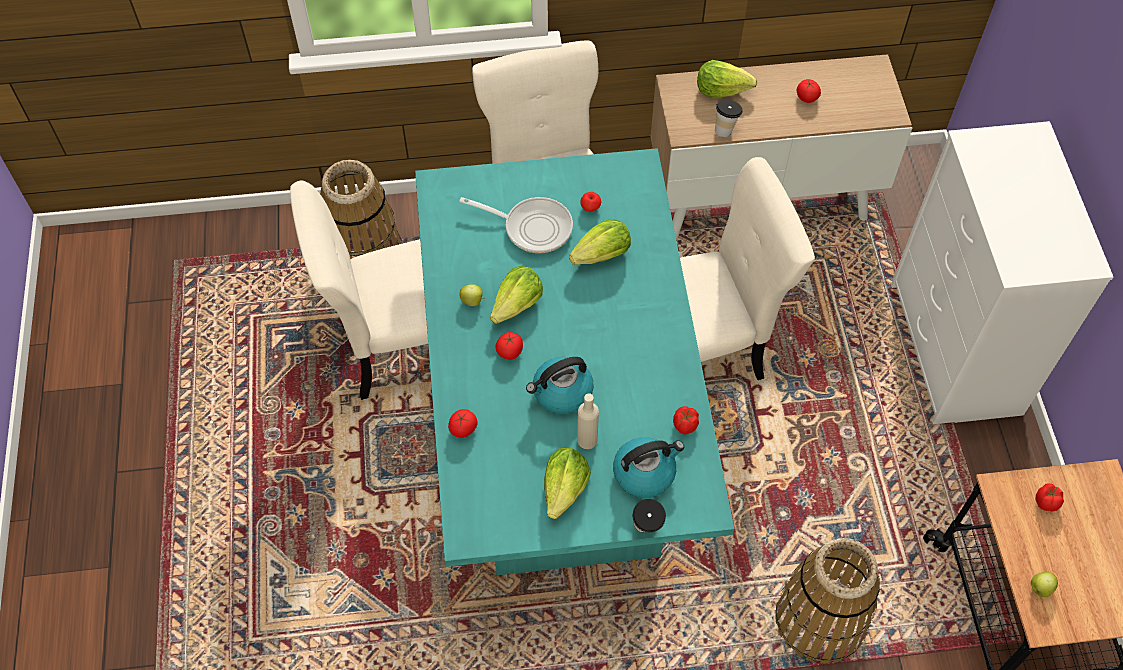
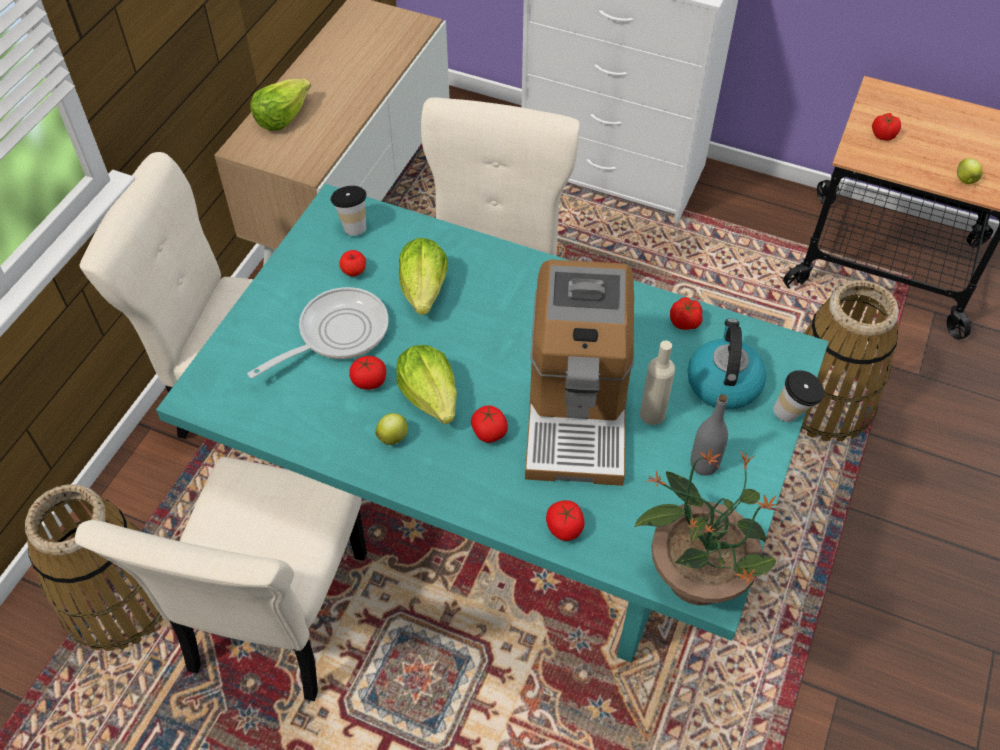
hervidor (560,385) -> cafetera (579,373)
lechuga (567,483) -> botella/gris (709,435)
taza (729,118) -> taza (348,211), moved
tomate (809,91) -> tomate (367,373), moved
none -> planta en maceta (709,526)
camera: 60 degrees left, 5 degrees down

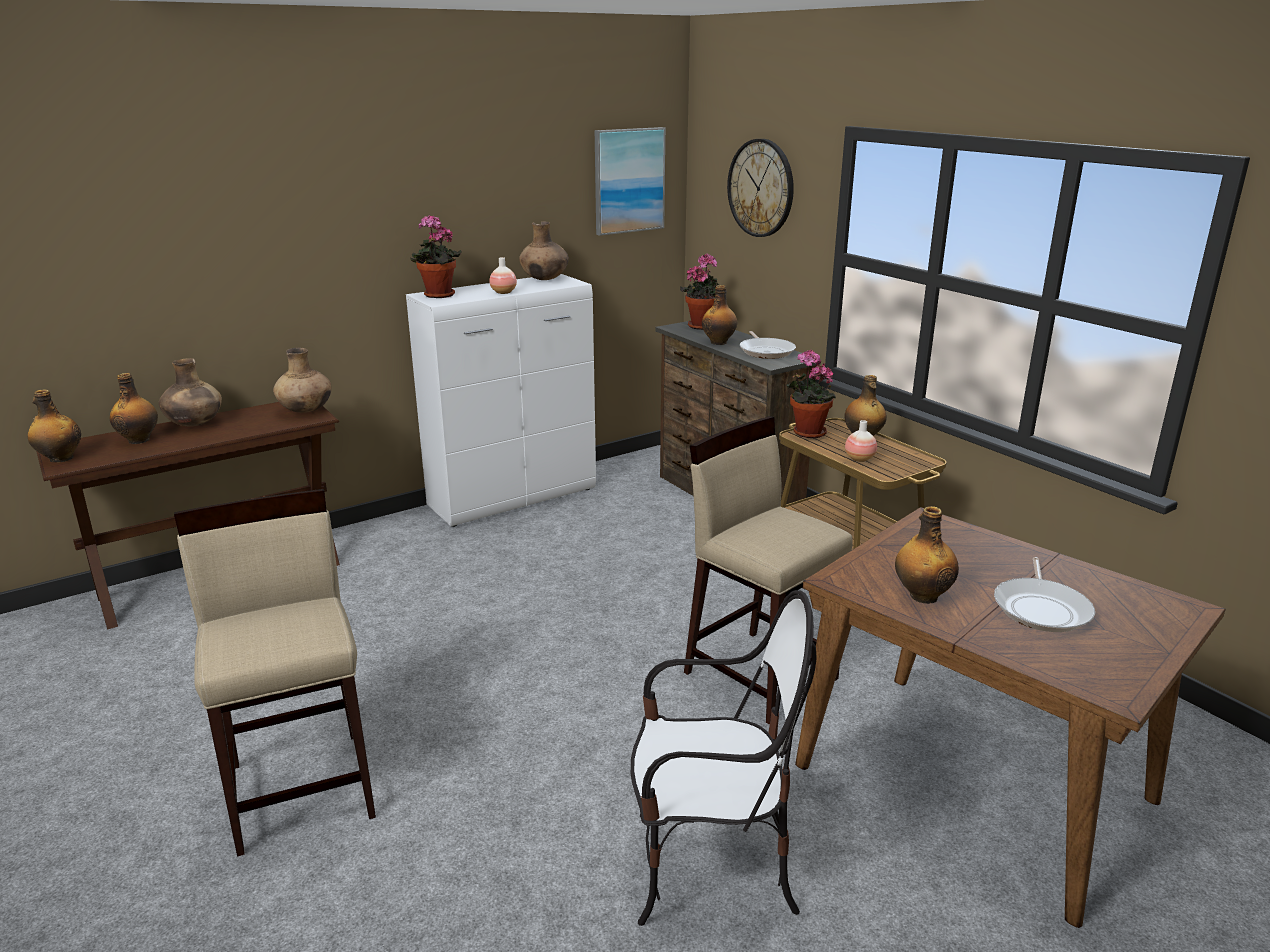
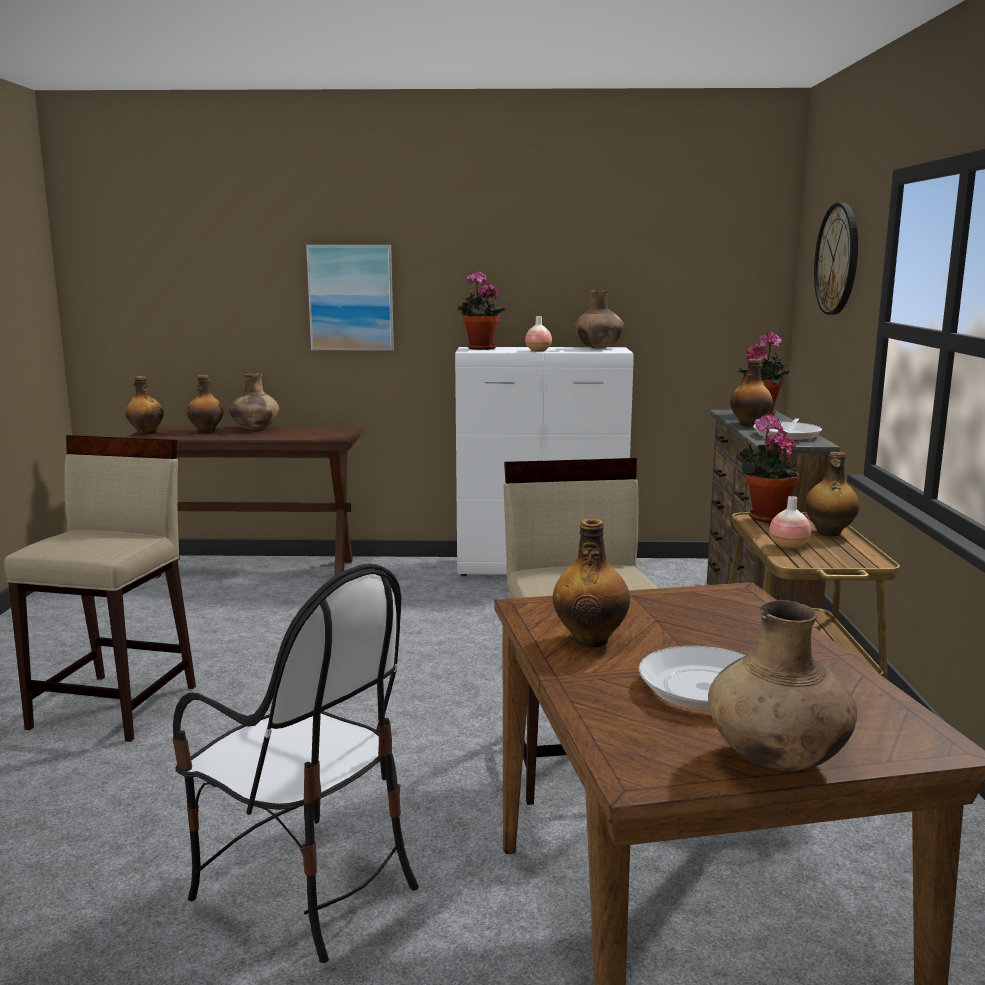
florero/marrón (302,380) -> florero/marrón (782,685), moved
cuadro (630,181) -> cuadro (350,298), moved
camera: 35 degrees right, 10 degrees down

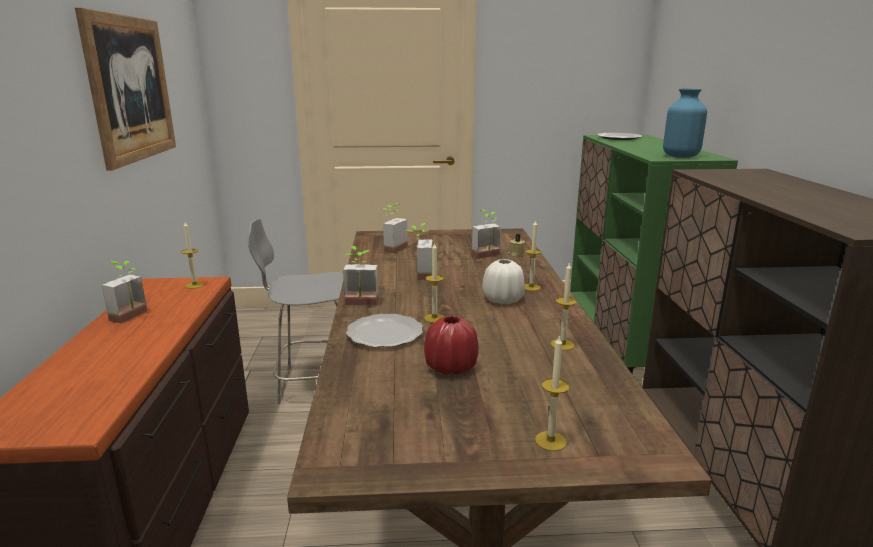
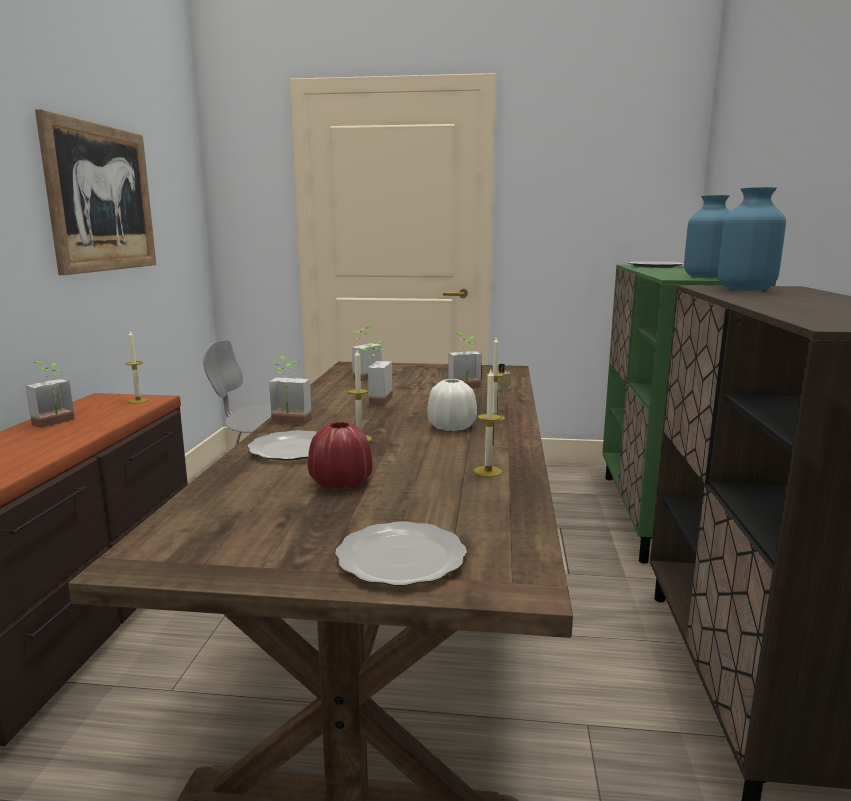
vela (552,393) -> plato (401,553)
none -> florero/azul (752,239)
camera: 10 degrees right, 5 degrees down

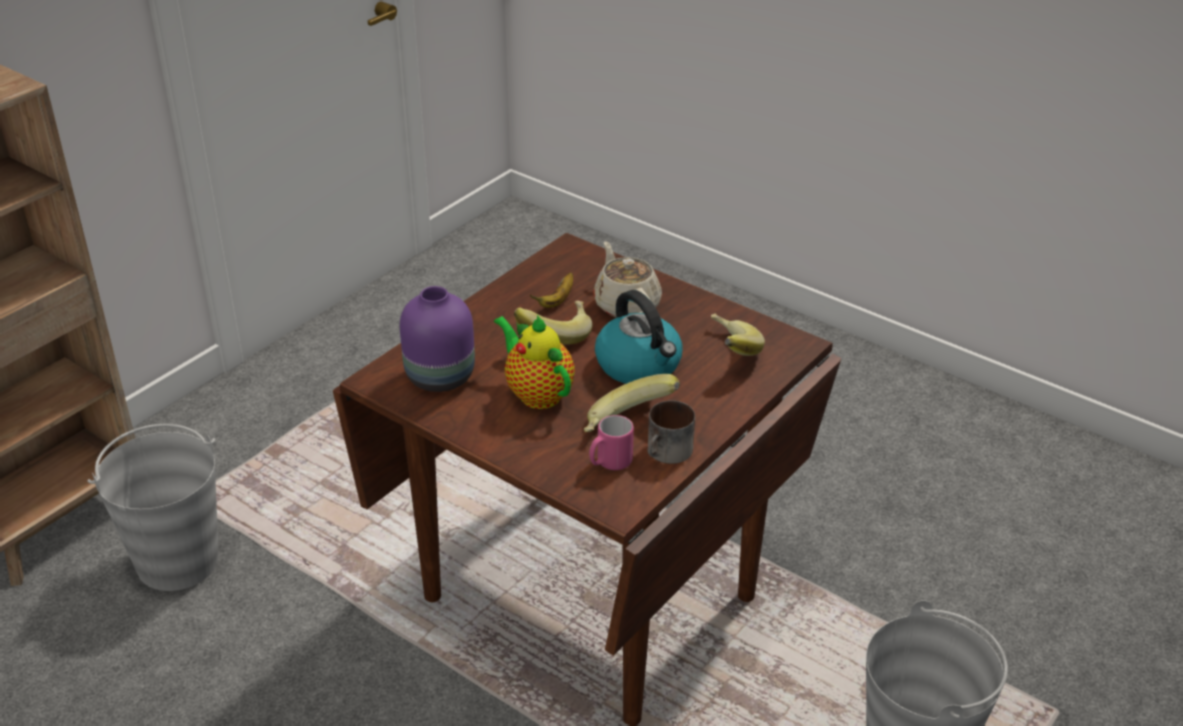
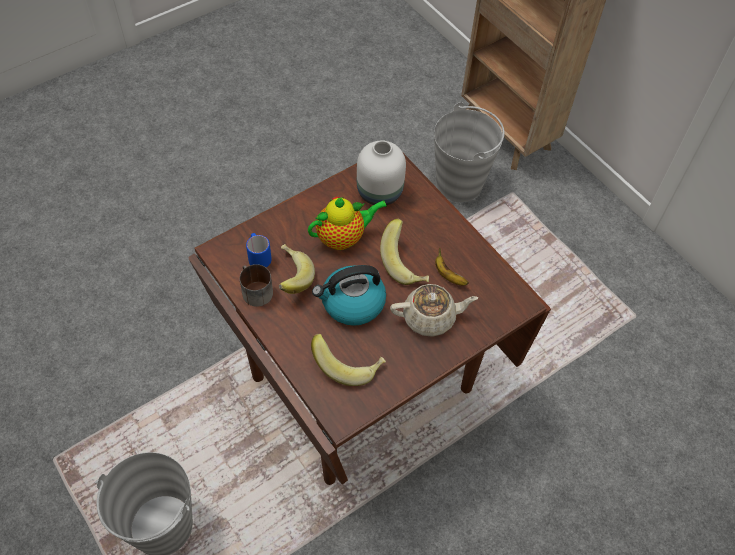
florero/morado (437,339) -> florero/blanco (381,172)
taza grande/rosa (611,442) -> taza grande/azul (259,250)
camera: 105 degrees right, 20 degrees up

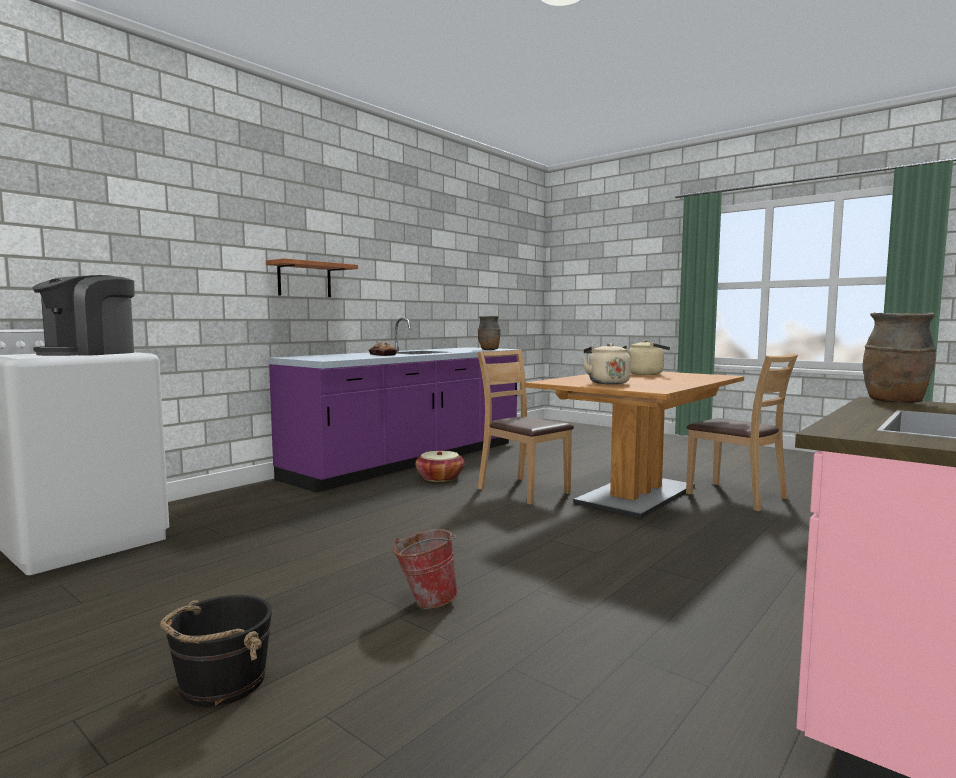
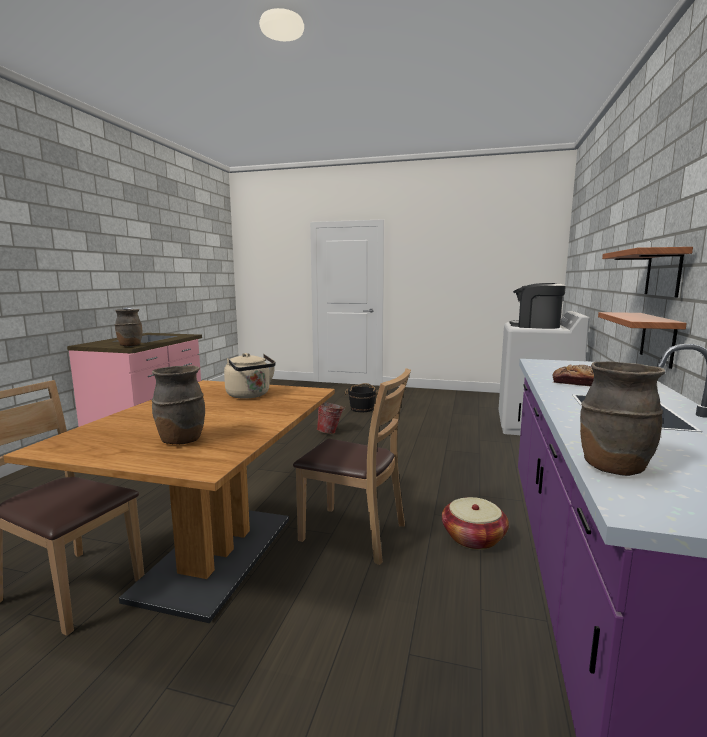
cafetera (83,315) -> cafetera (538,306), 60 degrees counterclockwise
hervidor/beis (649,357) -> florero/marrón (178,405)
none -> estante (642,340)
camera: 155 degrees right, 5 degrees up

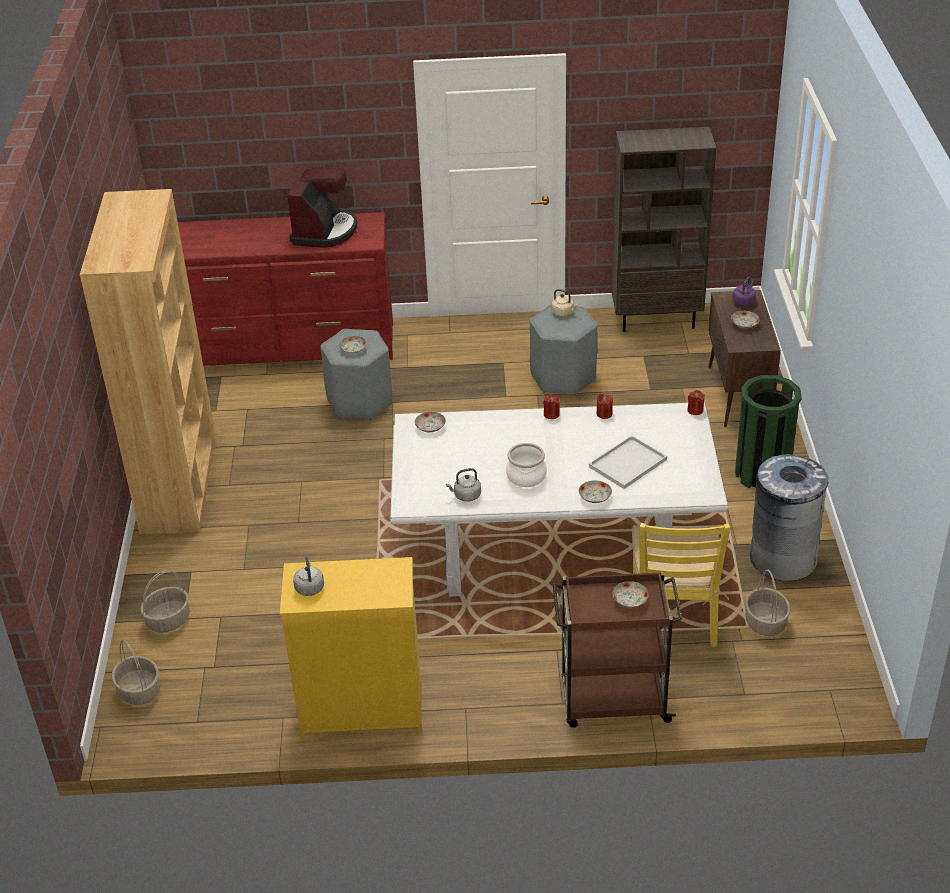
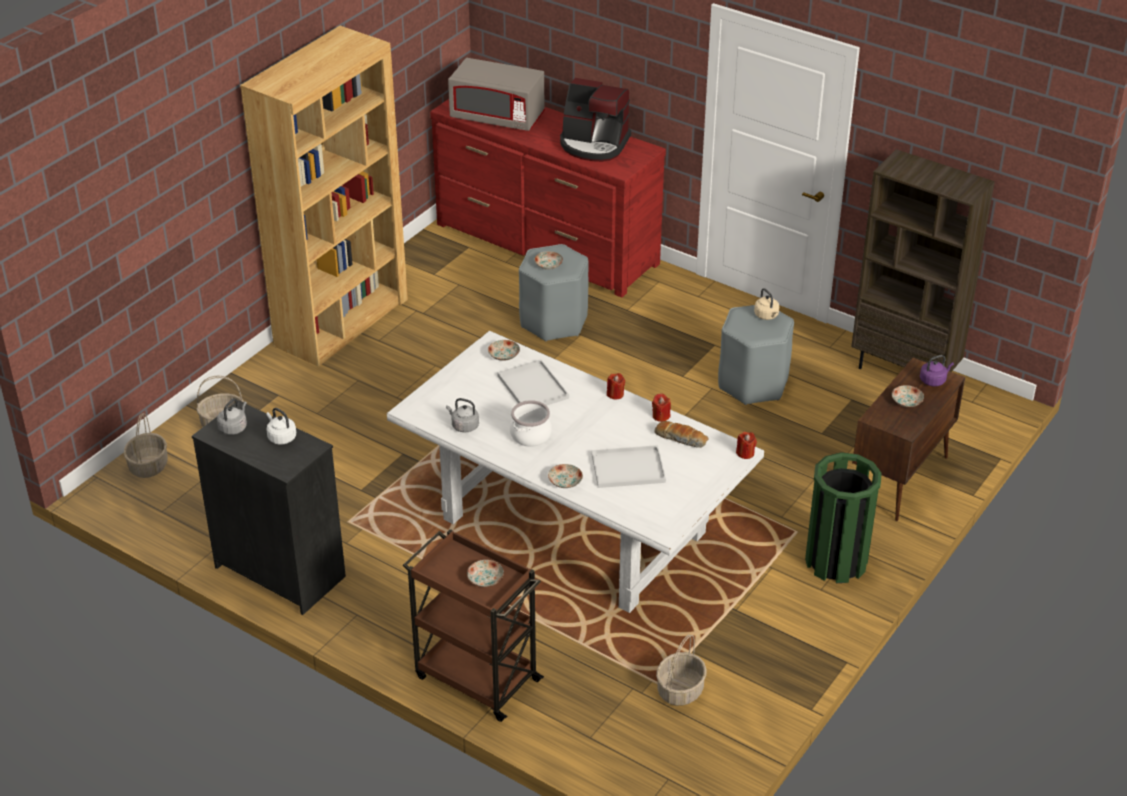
cómoda/amarillo (351,649) -> cómoda/negro (269,507)
cafetera (322,207) -> cafetera (595,120), 60 degrees clockwise
silla/amarillo (681,585) -> none
papelera/gris (789,517) -> none
none -> hervidor/blanco (281,426)
none -> microondas/gris (496,94)
none -> bandeja/blanco (533,382)
none -> pan (681,434)
camera: 35 degrees right, 0 degrees up

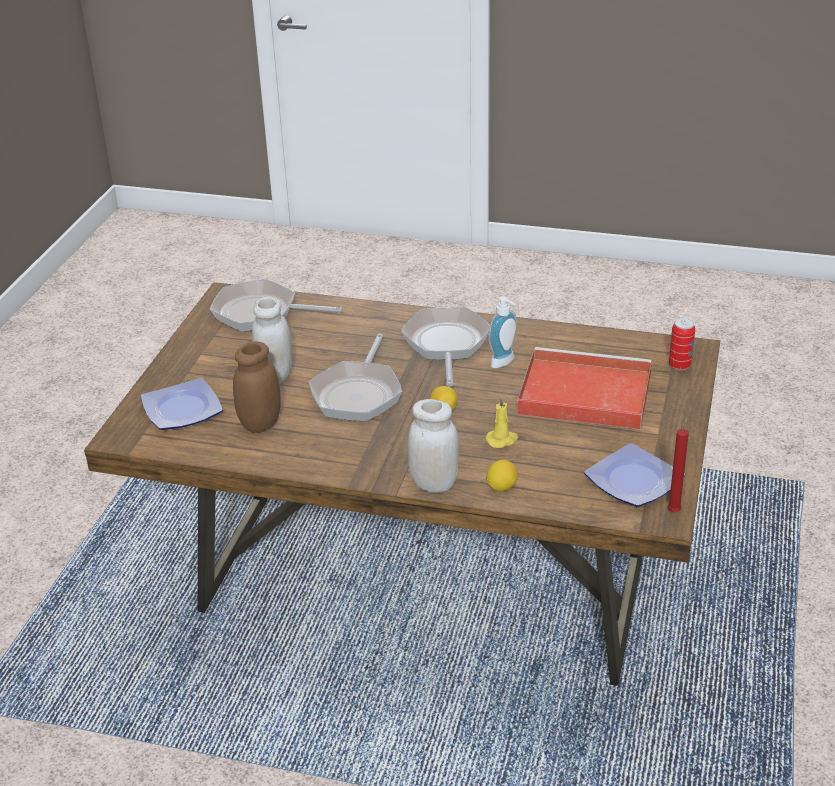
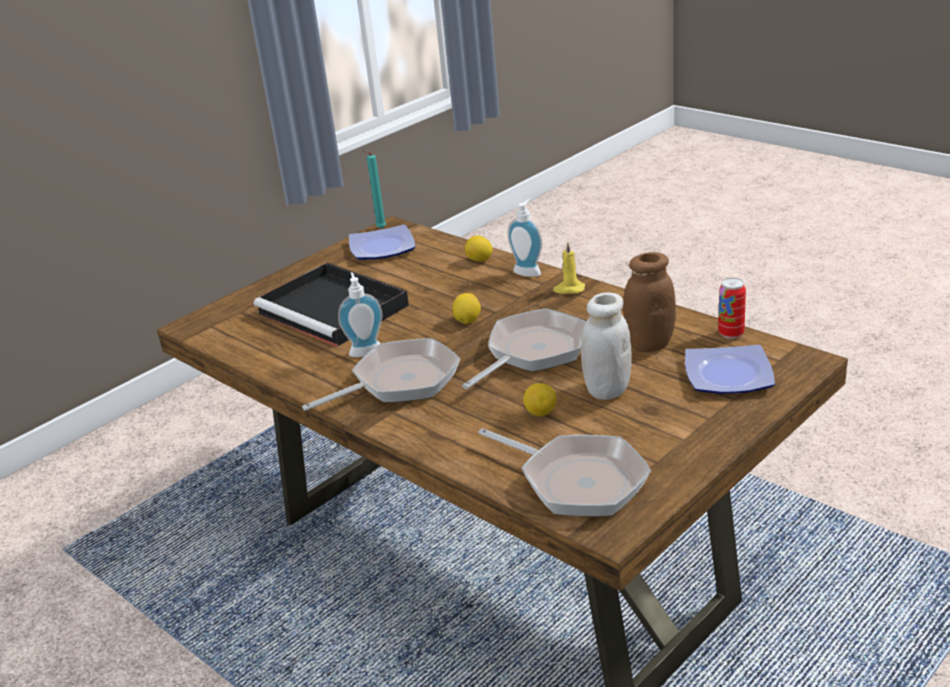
sartén (445,347) -> sartén (381,374), 150 degrees counterclockwise
tarro/blanco (433,446) -> dispensador de jabón (524,238)
vela/amarillo (502,422) -> vela/amarillo (569,268), moved
bandeja/rojo (584,388) -> bandeja/negro (331,305)
vela/rojo (678,464) -> vela/turquesa (374,189)
lata (682,344) -> lata (732,308), moved
none -> limón (540,399)
camera: 150 degrees left, 5 degrees down

